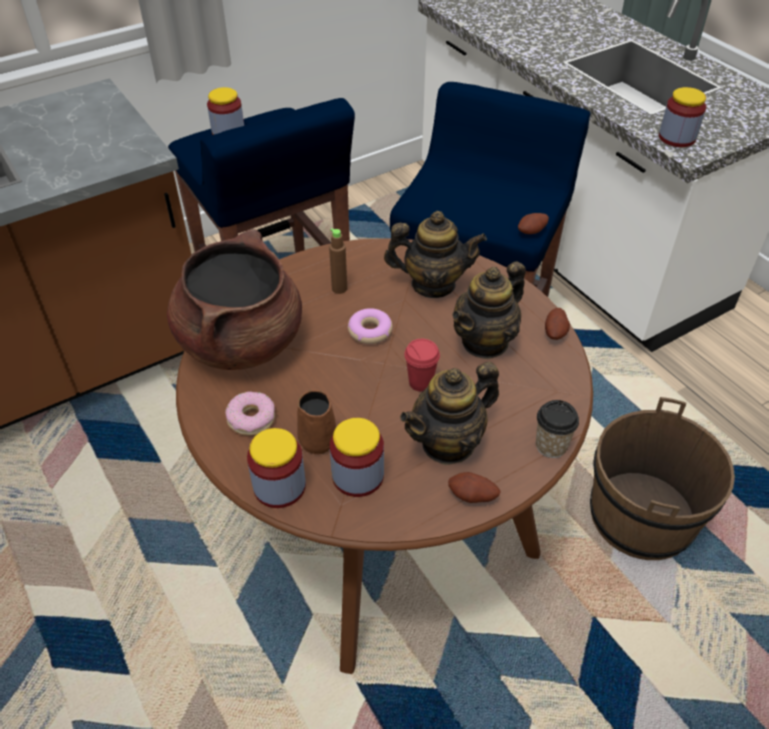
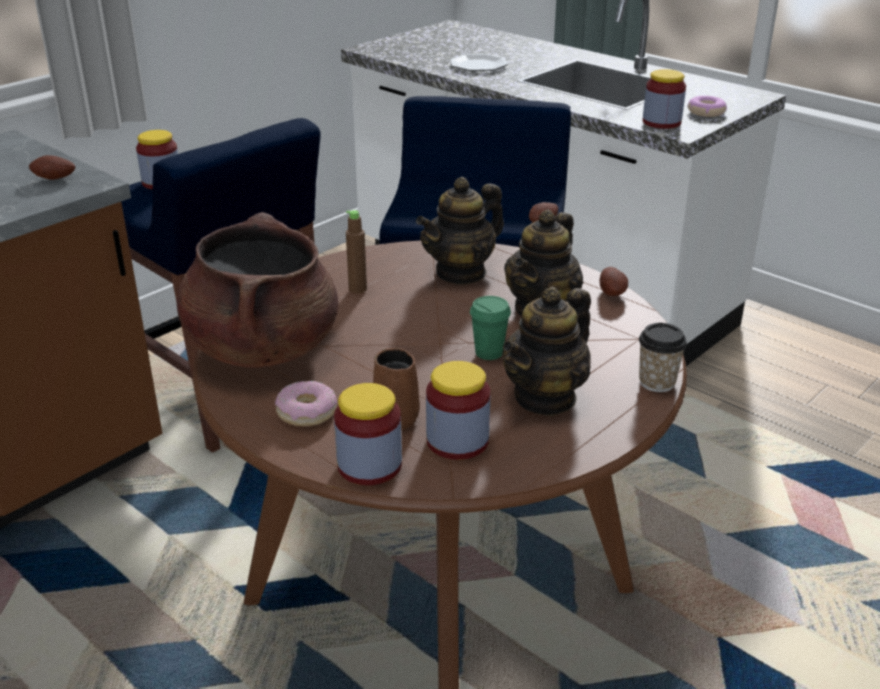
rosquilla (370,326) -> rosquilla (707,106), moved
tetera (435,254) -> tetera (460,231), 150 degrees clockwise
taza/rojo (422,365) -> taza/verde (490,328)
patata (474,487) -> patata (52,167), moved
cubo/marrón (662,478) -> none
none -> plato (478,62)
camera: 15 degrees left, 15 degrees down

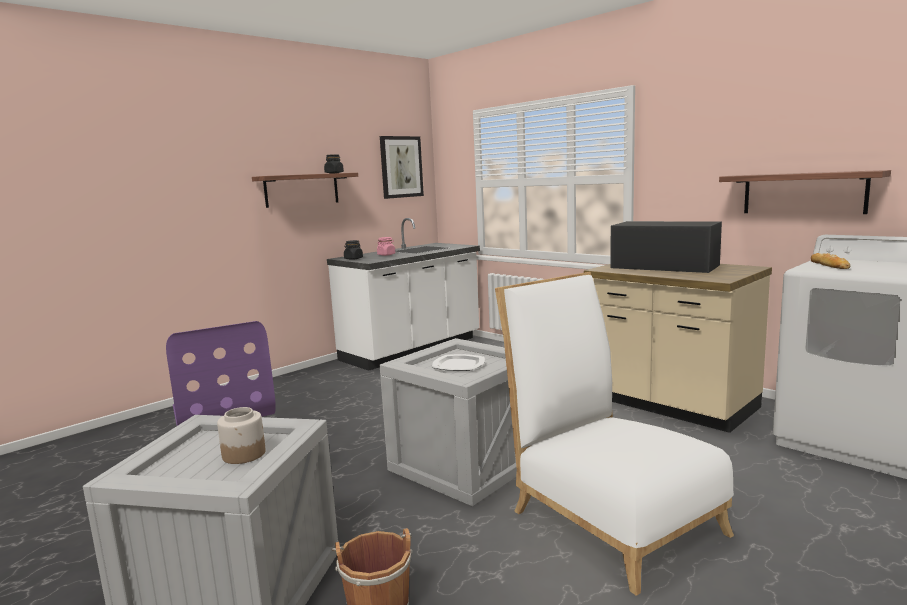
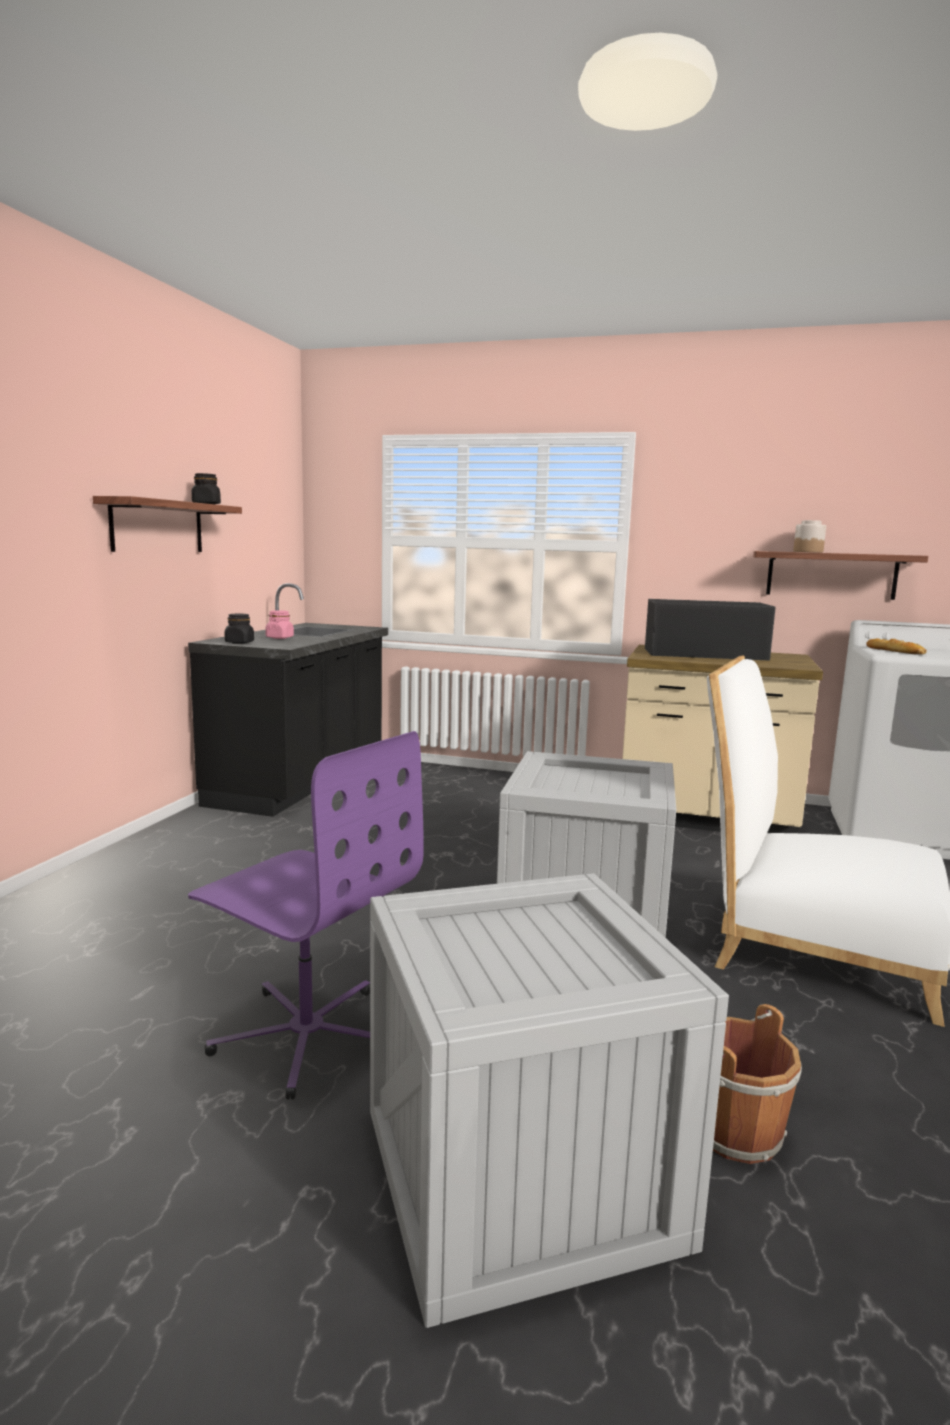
tarro (241,435) -> tarro (809,536), moved
mueble bajo de cocina/blanco (403,294) -> mueble bajo de cocina/negro (288,700)
cuadro (402,167) -> none
plato (458,362) -> none
camera: 30 degrees left, 0 degrees up

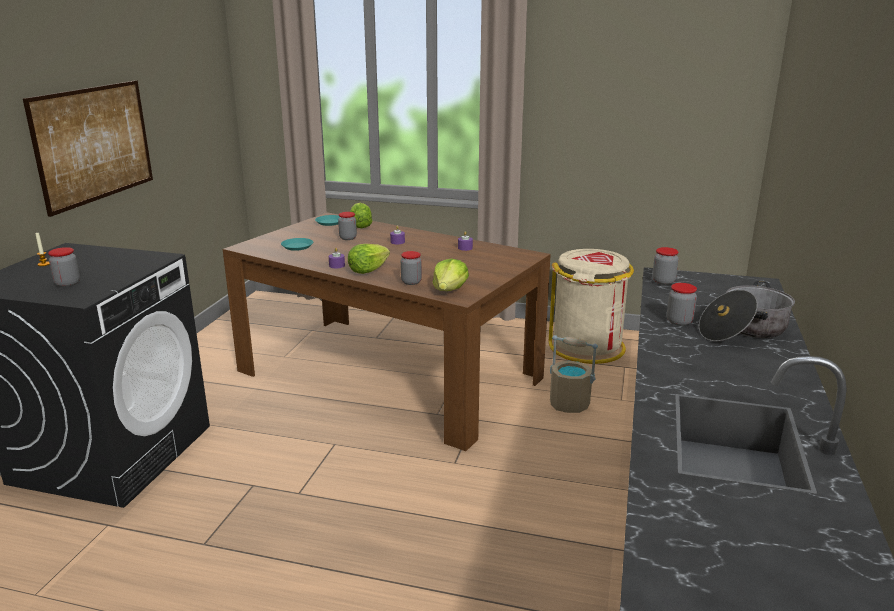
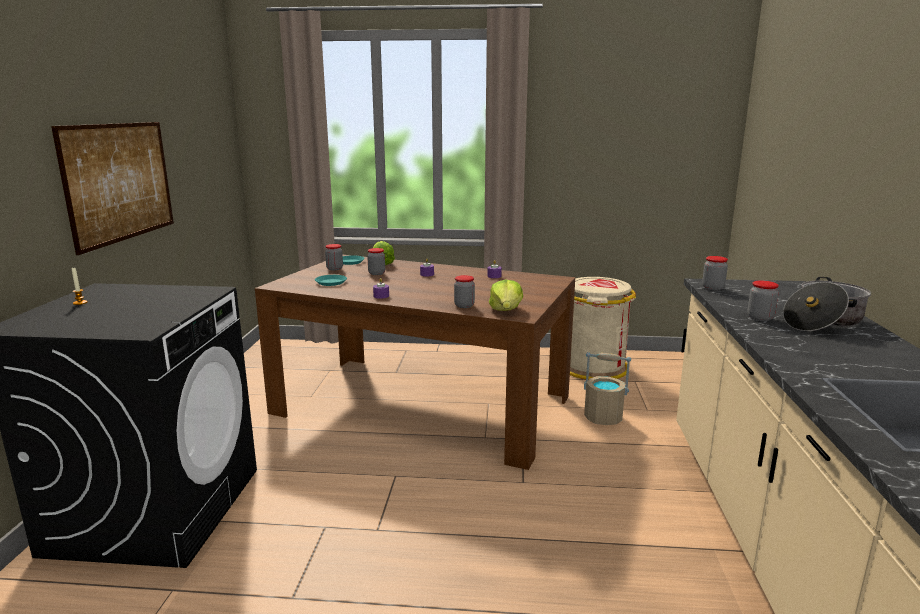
tarro (64,267) -> tarro (334,257), moved
lechuga (369,259) -> none
camera: 10 degrees left, 5 degrees down

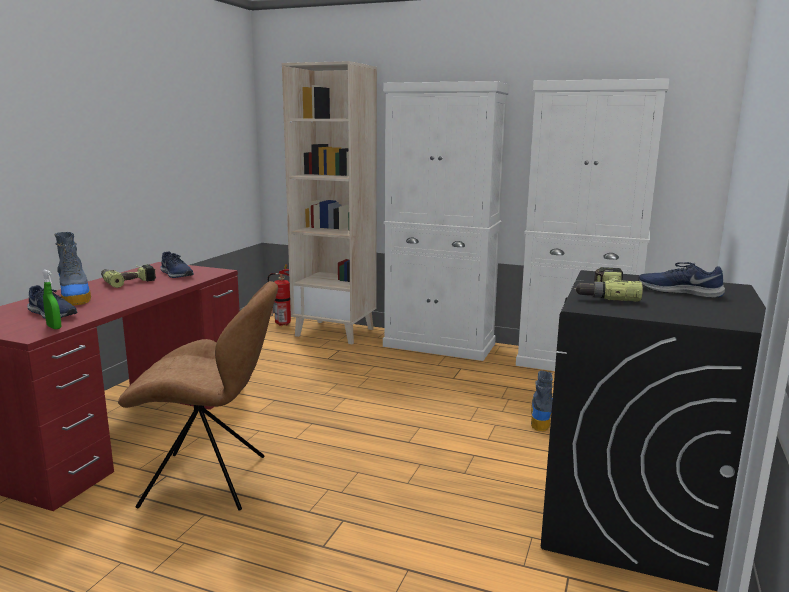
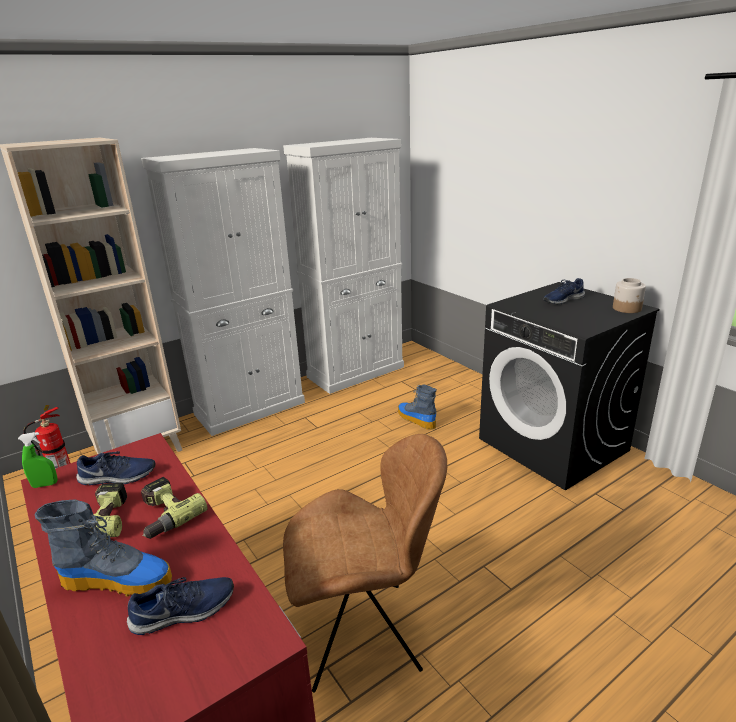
pulverizador/verde (51,299) -> pulverizador/verde (38,460), moved
silla/marrón (198,396) -> silla/marrón (365,563), 45 degrees clockwise
taladro (608,284) -> taladro (174,508), moved
none -> tarro (629,295)
camera: 55 degrees left, 10 degrees up

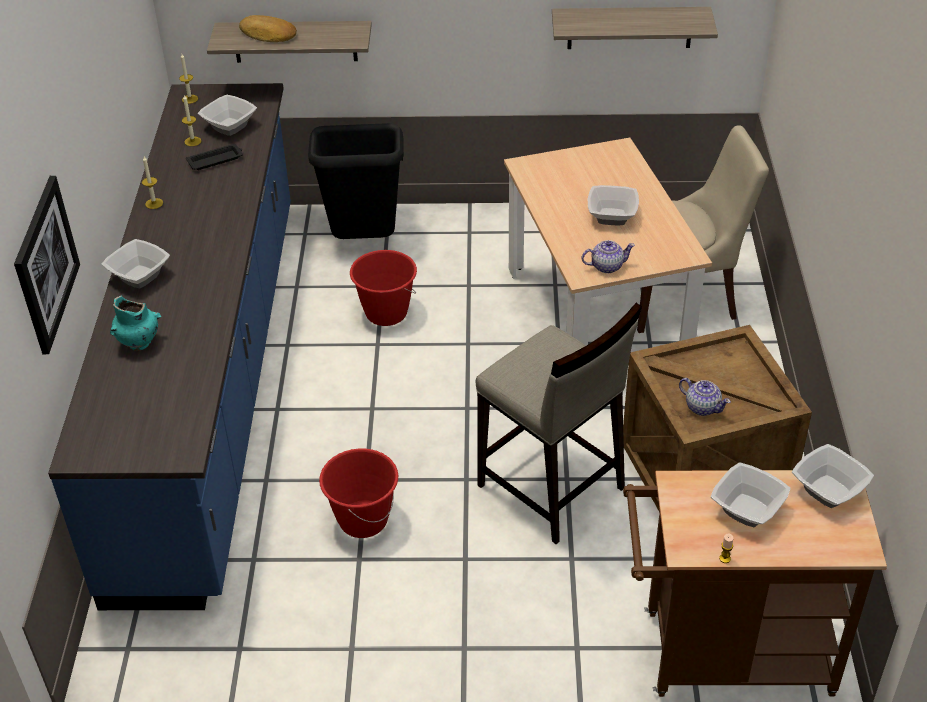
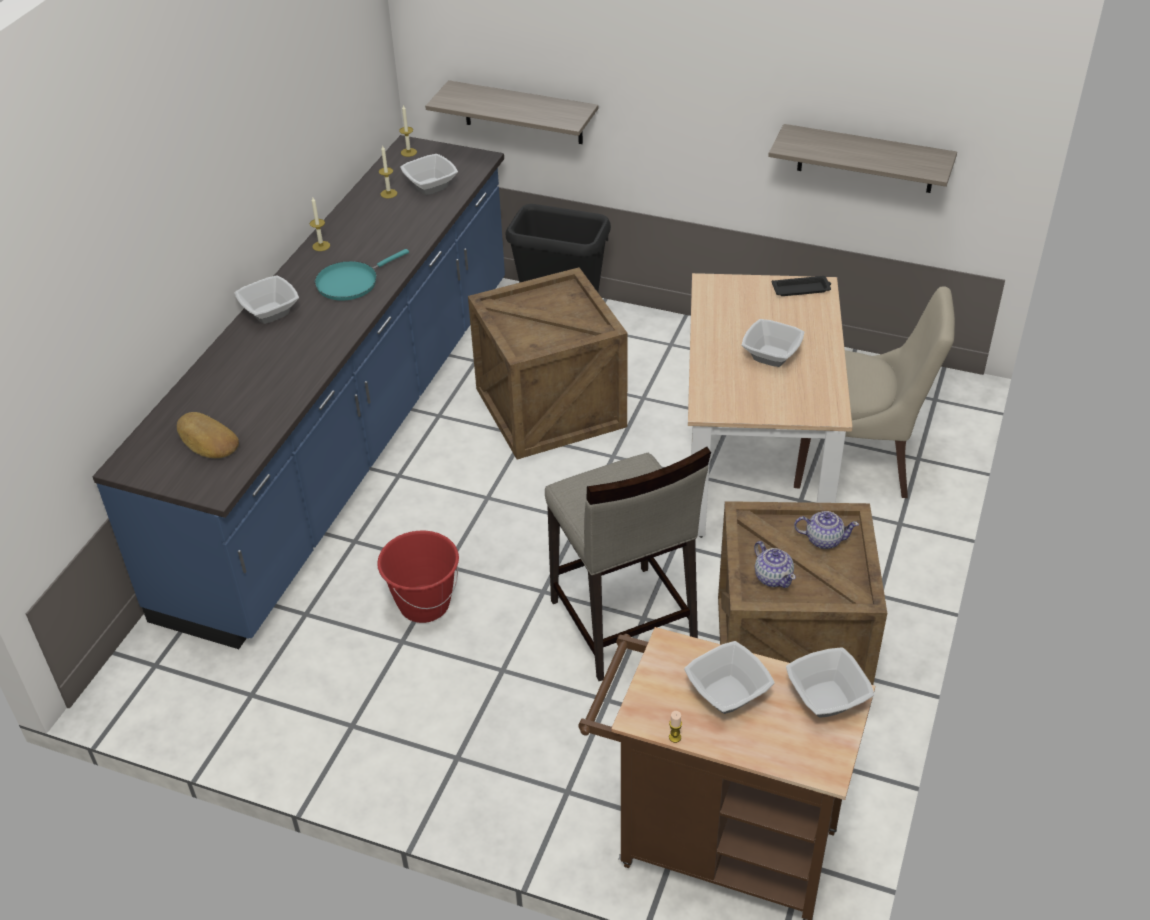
cuadro (47,265) -> none
florero/turquesa (135,323) -> none
bandeja/negro (214,157) -> bandeja/negro (801,286), moved
pan (268,28) -> pan (208,435), moved
cubo/rojo (383,288) -> caja de embalaje (548,363)
tetera (608,256) -> tetera (826,530), moved
none -> sartén/turquesa (362,275)
camera: 20 degrees right, 0 degrees up

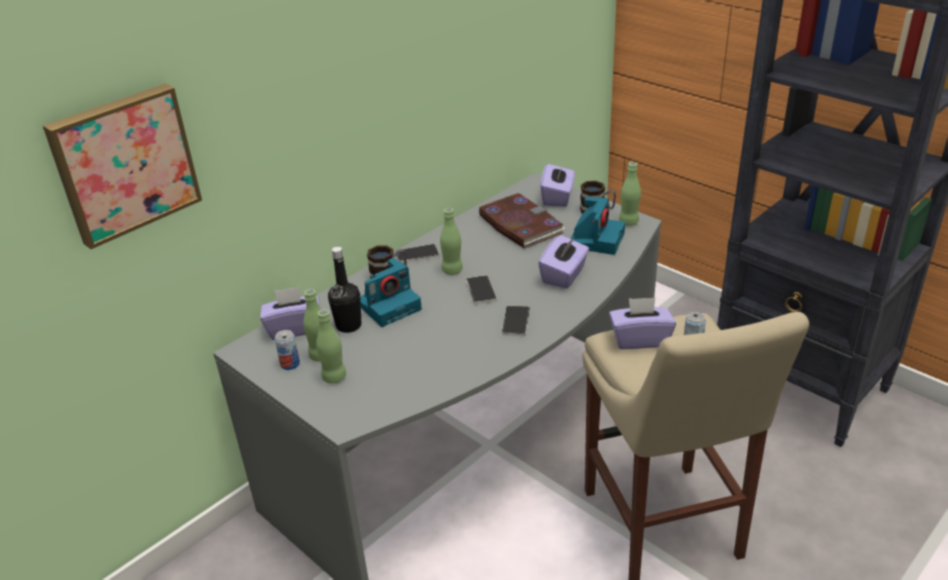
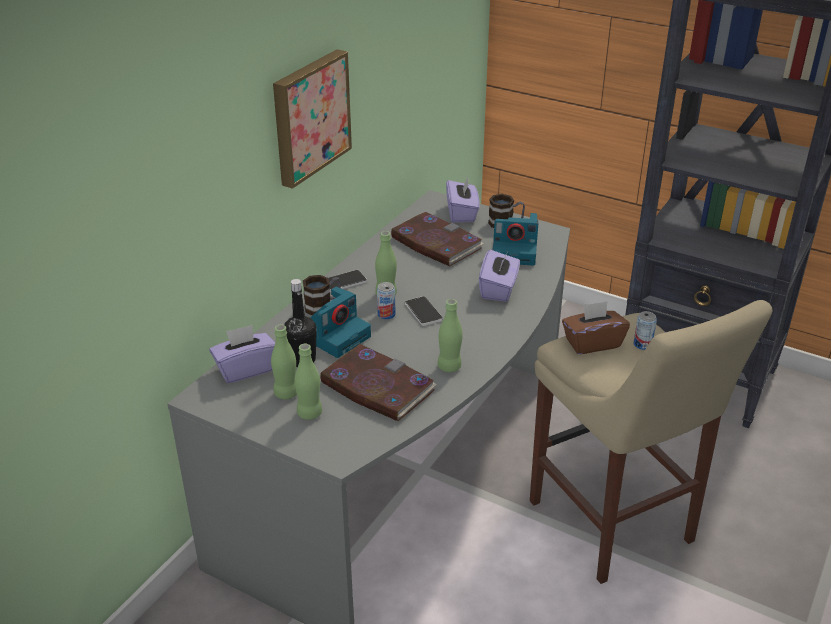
cuadro (122,166) -> cuadro (312,119), moved
lata (287,350) -> lata (386,301), moved
móvil (516,321) -> none
cámara (597,226) -> cámara (515,239), 90 degrees clockwise
caja de pañuelos/morado (642,323) -> caja de pañuelos/marrón (596,327)
botella/verde (630,194) -> botella/verde (450,335), moved
none -> libro (378,382)
camera: 15 degrees left, 0 degrees up

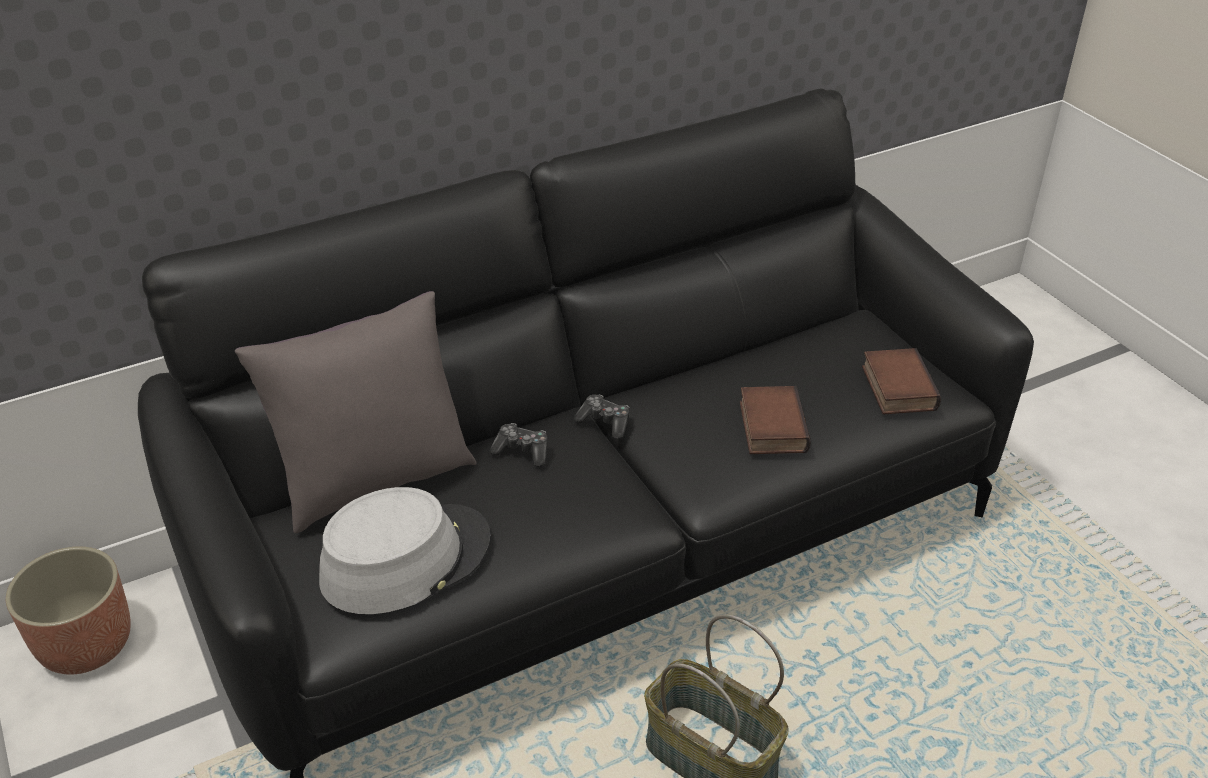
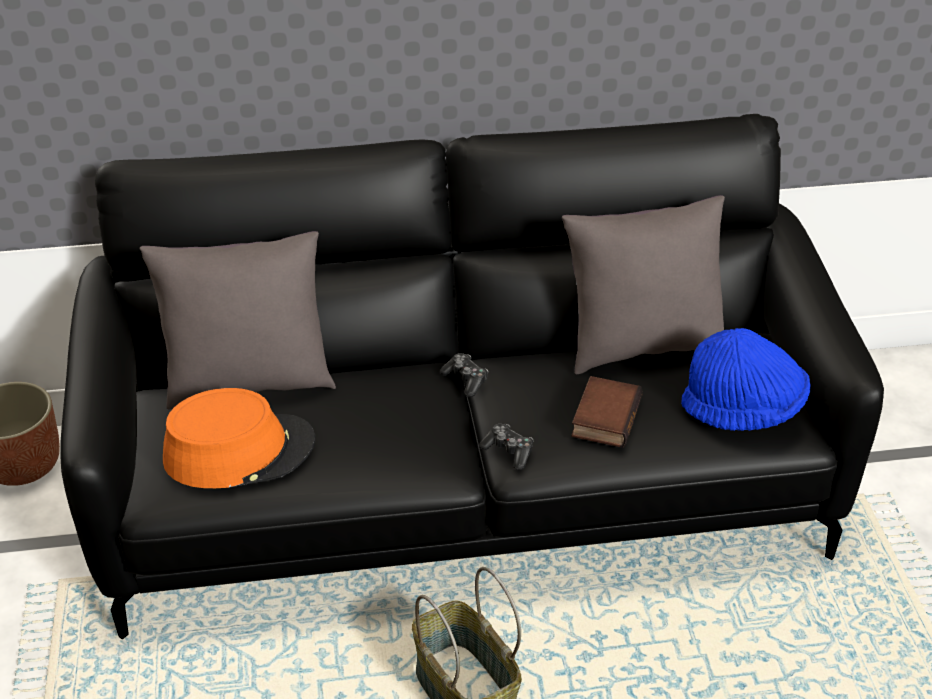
sombrero/gris (405,550) -> sombrero/naranja (239,438)
mando de consola (519,445) -> mando de consola (506,447), moved
libro (901,381) -> sombrero/azul (746,379)
none -> cojín/gris (643,284)
camera: 20 degrees right, 0 degrees up

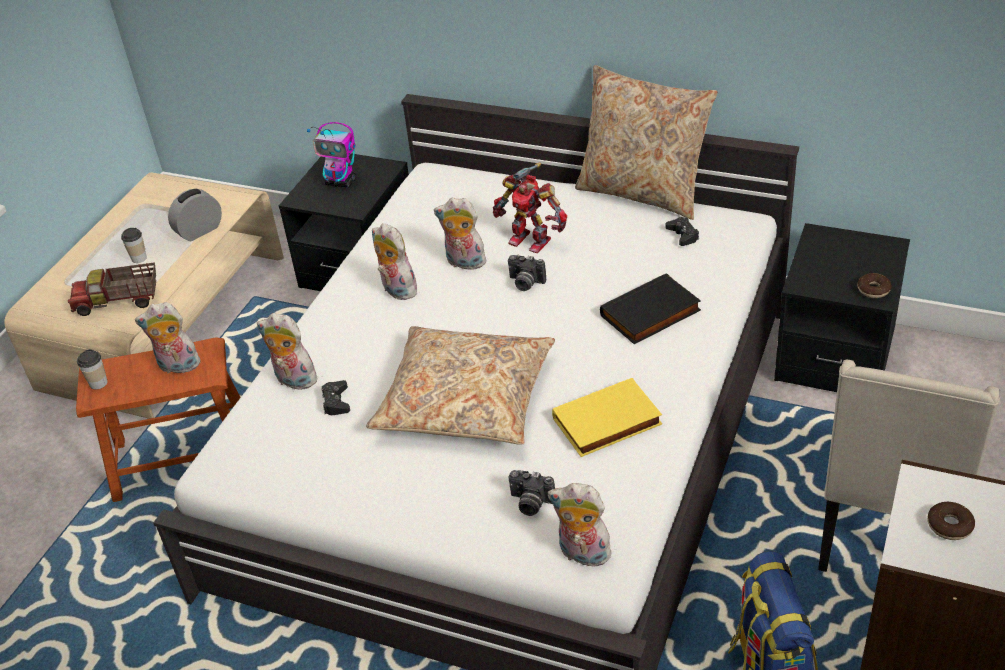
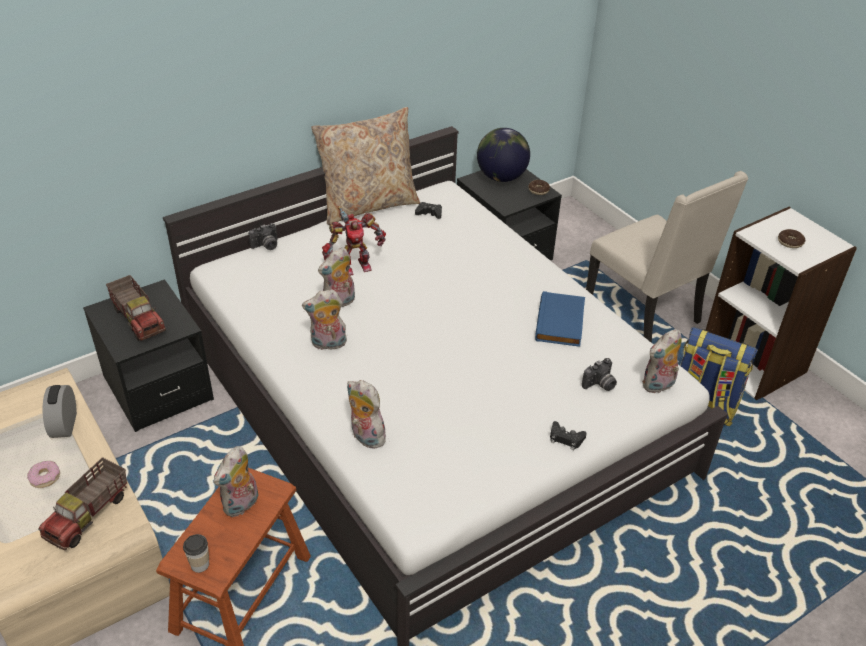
taza (134,245) -> rosquilla (43,474)
peluche (287,351) -> peluche (367,414), 75 degrees clockwise
robot de juguete (331,155) -> camión de juguete (136,308)
mando de consola/negro (335,397) -> mando de consola/negro (568,435), moved
cojín/beis (460,385) -> none
cámara (527,273) -> cámara (262,236), moved
libro/amarillo (607,417) -> libro/azul (560,319)
libro/negro (650,308) -> none
none -> globo terráqueo (503,155)
camera: 60 degrees left, 0 degrees up

